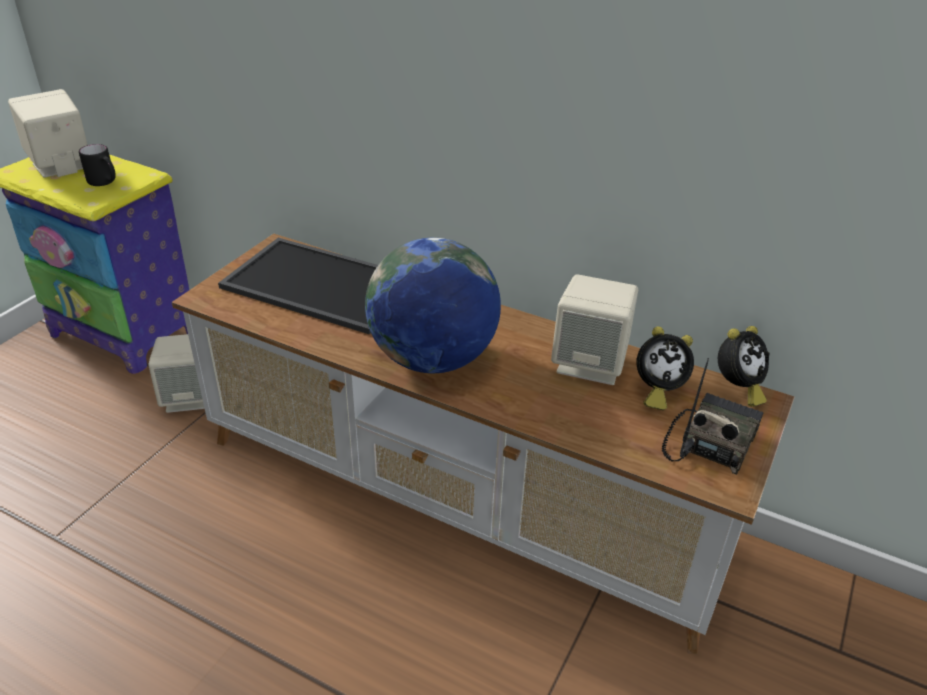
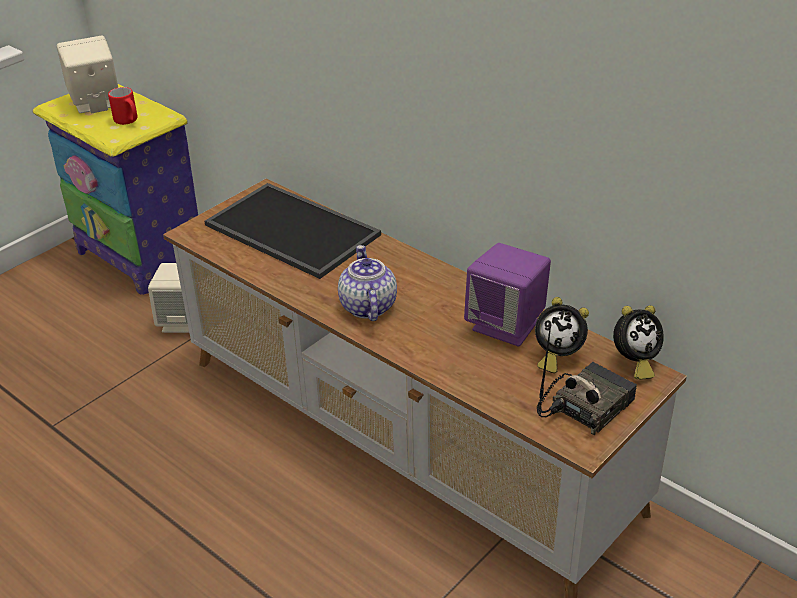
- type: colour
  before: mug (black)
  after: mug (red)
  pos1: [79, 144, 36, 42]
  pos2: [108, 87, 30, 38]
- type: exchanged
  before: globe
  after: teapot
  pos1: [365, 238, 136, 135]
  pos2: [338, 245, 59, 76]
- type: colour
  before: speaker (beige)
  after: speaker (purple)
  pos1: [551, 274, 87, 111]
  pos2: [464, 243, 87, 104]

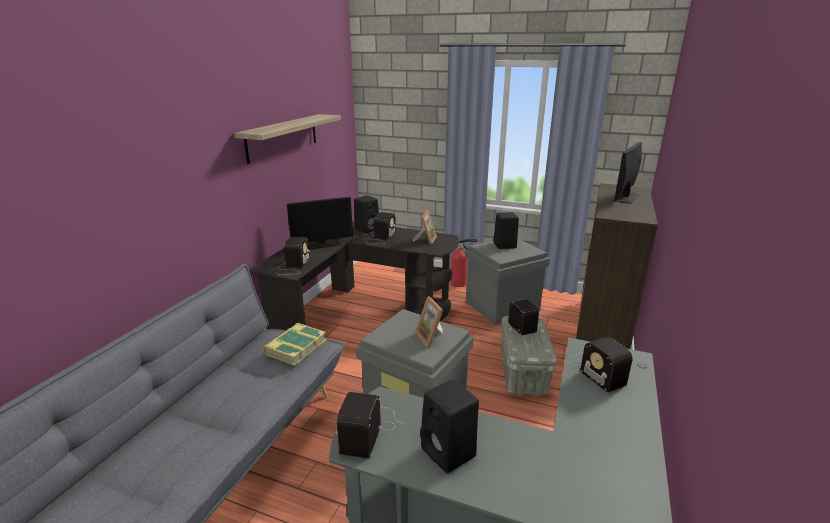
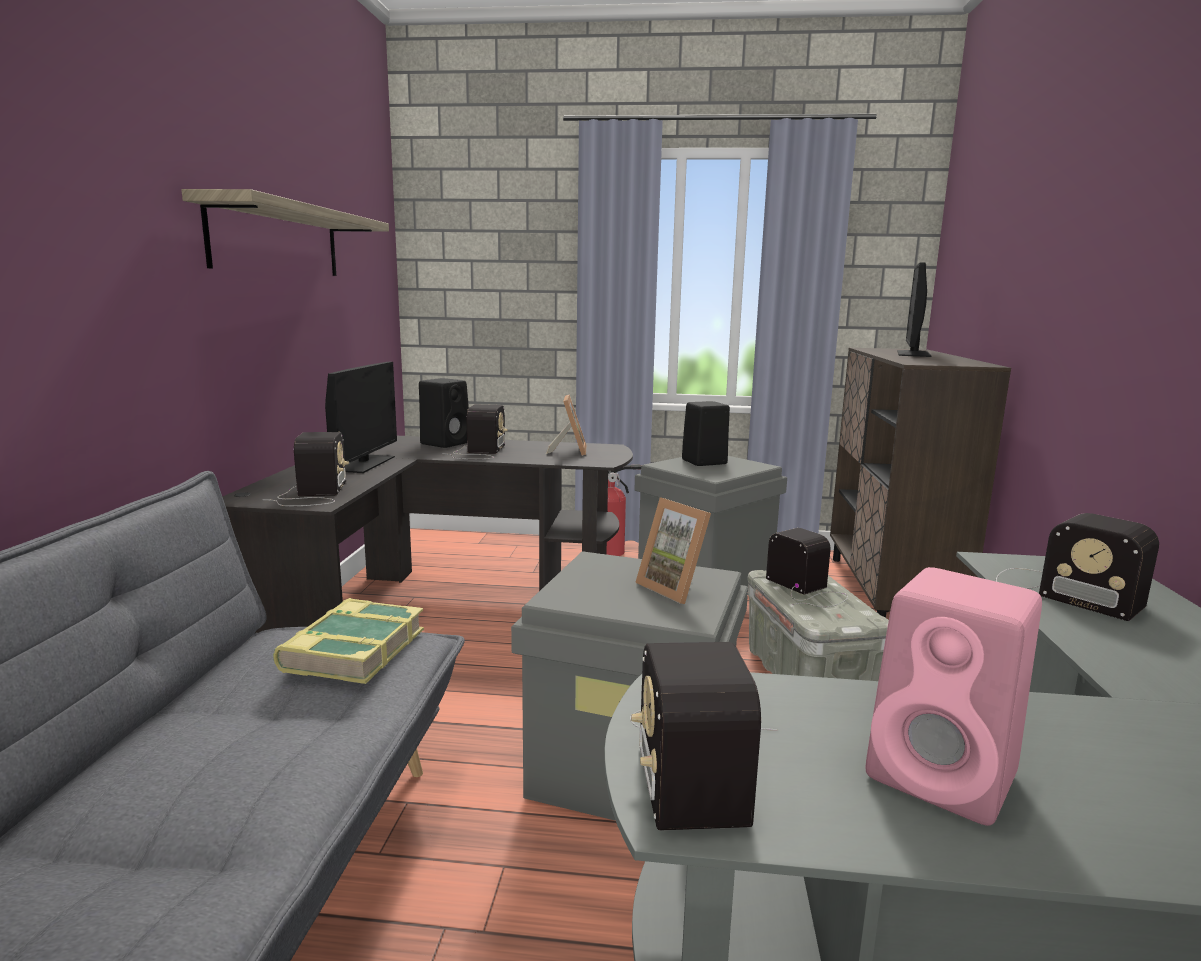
- type: spun
  before: monitor
  pos1: [287, 197, 66, 52]
  pos2: [325, 362, 72, 111]
  turn: -45
- type: colour
  before: speaker (black)
  after: speaker (pink)
  pos1: [420, 379, 59, 94]
  pos2: [865, 567, 177, 259]

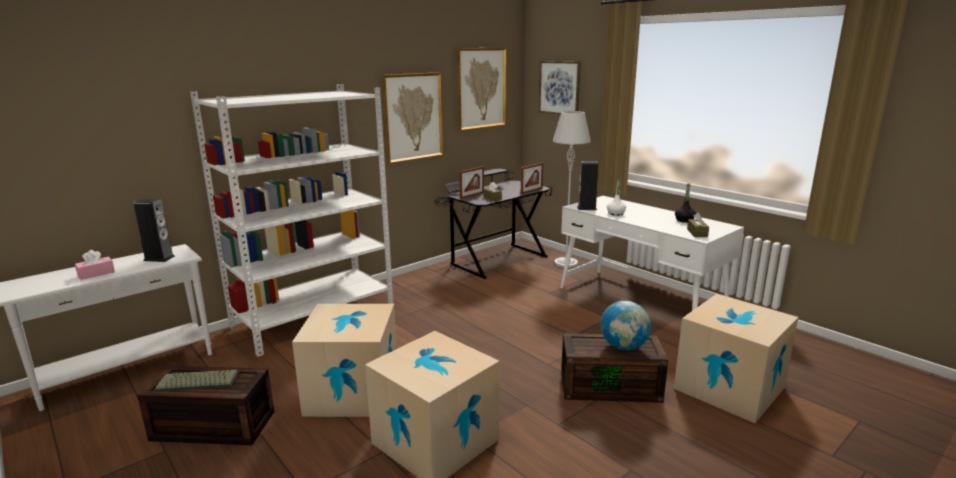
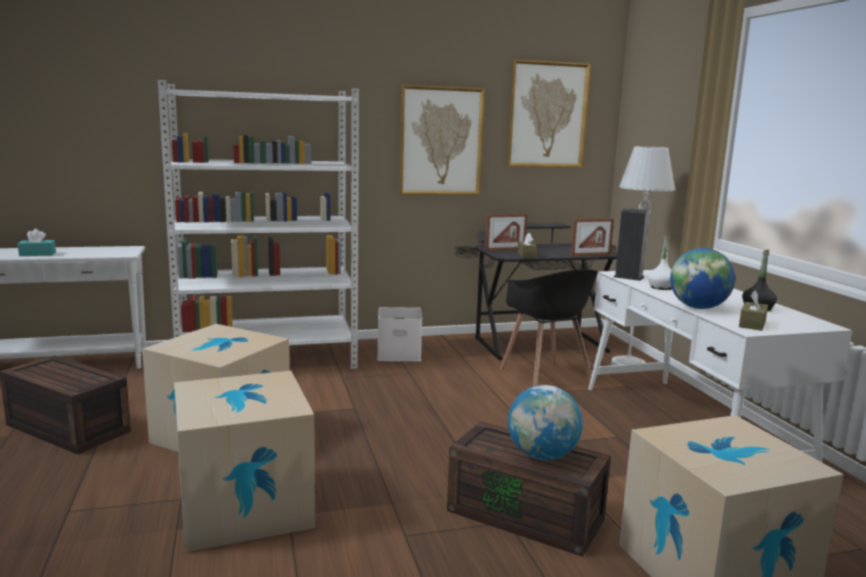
- type: missing
  before: picture
  pos1: [538, 61, 43, 54]
- type: missing
  before: speaker
  pos1: [133, 199, 42, 63]
- type: colour
  before: tissue box (pink)
  after: tissue box (turquoise)
  pos1: [75, 250, 40, 30]
  pos2: [18, 229, 38, 27]
- type: missing
  before: keyboard
  pos1: [154, 370, 86, 22]
- type: appeared
  after: globe
  pos2: [670, 248, 65, 61]
- type: appeared
  after: chair (black)
  pos2: [500, 269, 99, 117]
- type: appeared
  after: storage box (white)
  pos2: [377, 307, 45, 54]

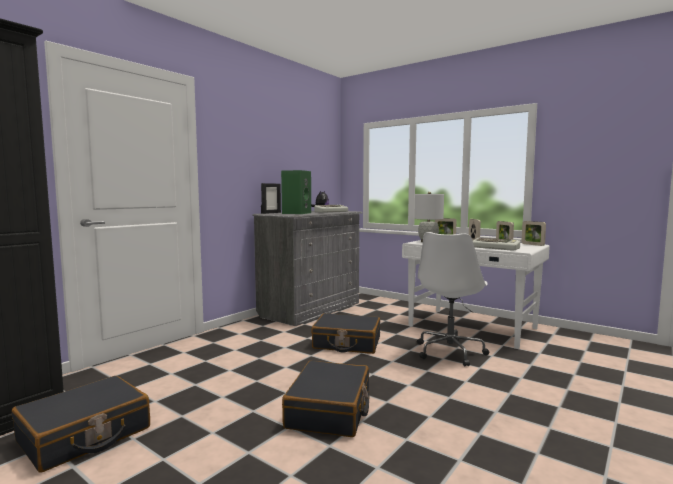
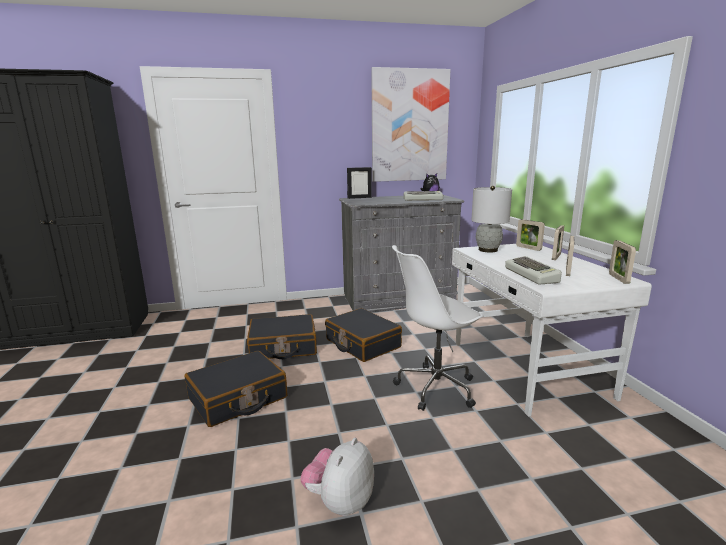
- type: missing
  before: speaker (green)
  pos1: [281, 170, 30, 44]
- type: relocated
  before: suitcase (black)
  pos1: [12, 376, 138, 97]
  pos2: [247, 314, 70, 45]
- type: appeared
  after: picture
  pos2: [371, 67, 80, 115]
- type: appeared
  after: plush toy
  pos2: [300, 438, 74, 78]

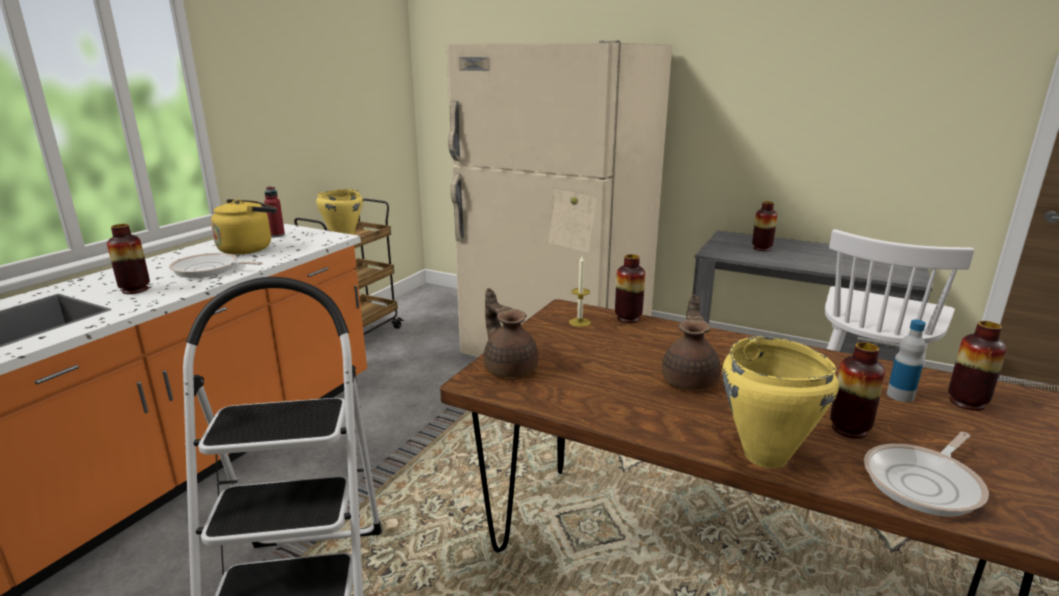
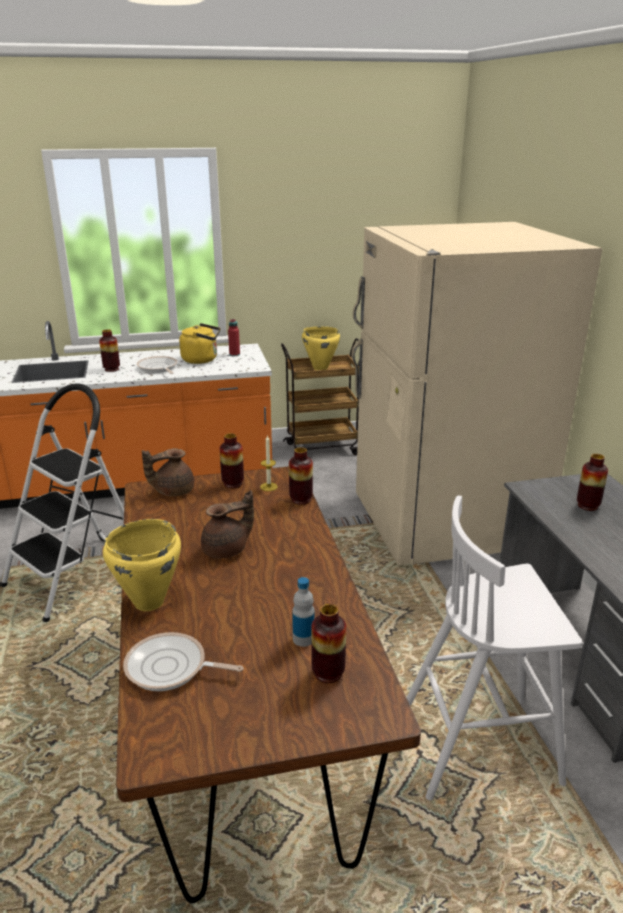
- type: spun
  before: teapot (brown)
  pos1: [483, 288, 55, 89]
  pos2: [142, 448, 52, 48]
  turn: -135
- type: relocated
  before: vase
  pos1: [830, 342, 56, 97]
  pos2: [220, 433, 24, 55]

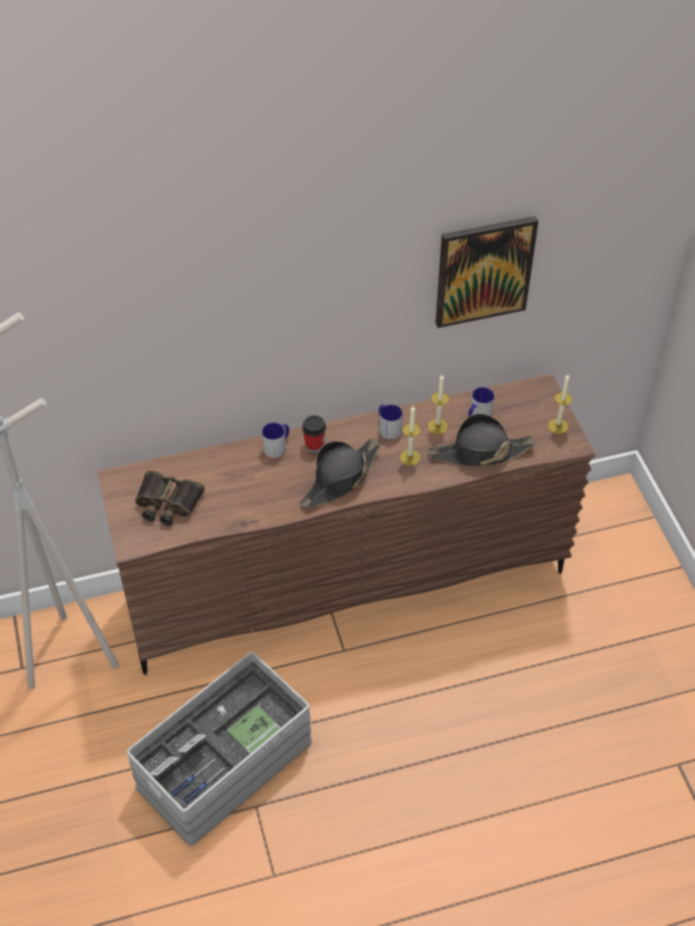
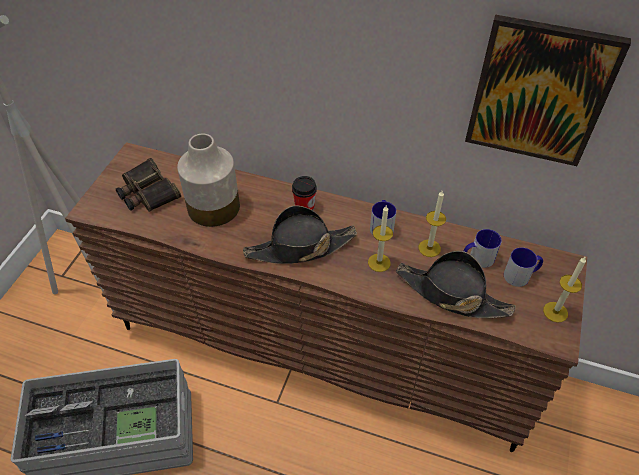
- type: relocated
  before: mug
  pos1: [262, 423, 27, 35]
  pos2: [504, 247, 39, 40]
- type: appeared
  after: vase (beige)
  pos2: [177, 133, 63, 94]

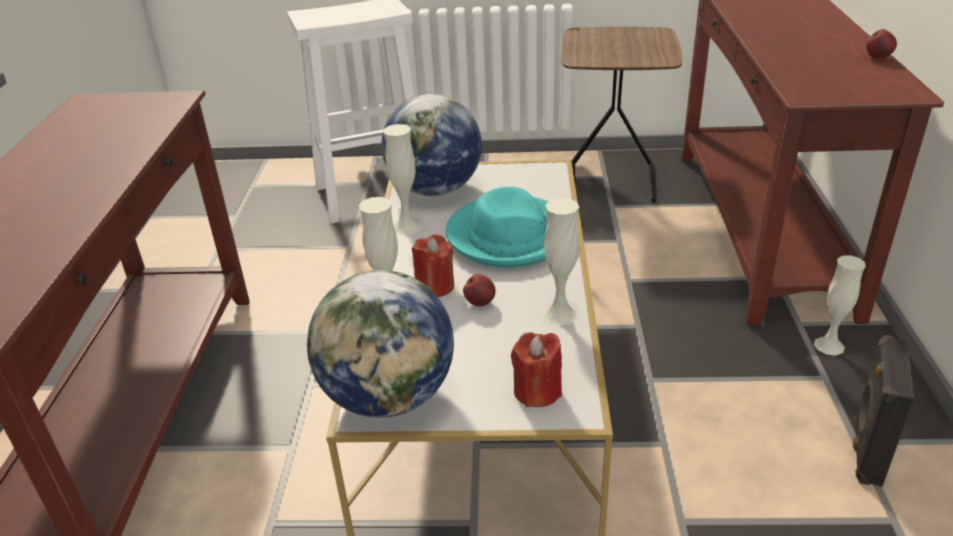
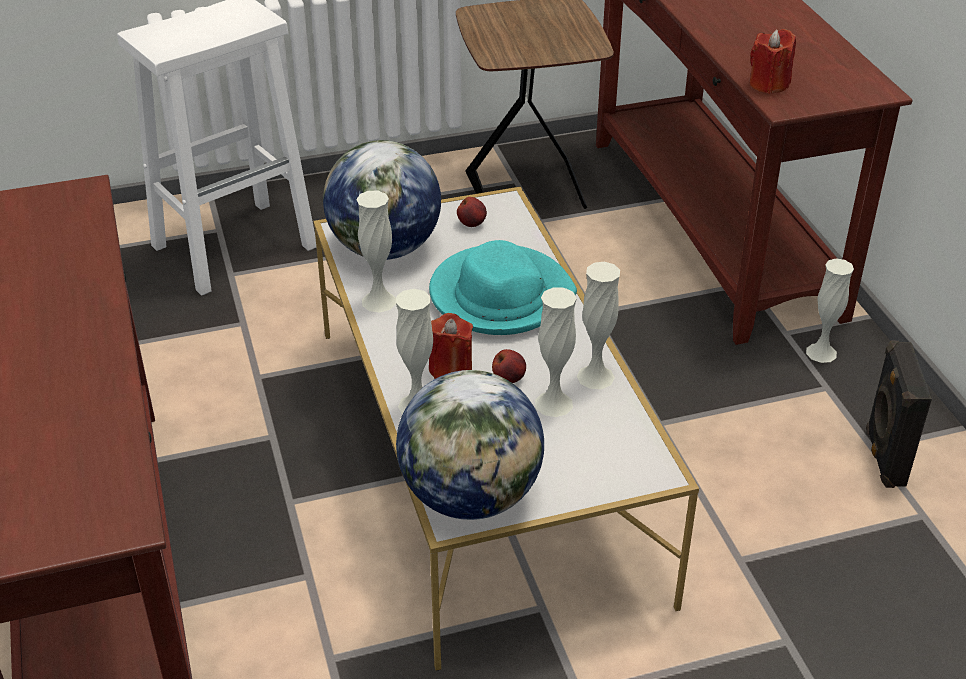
- type: relocated
  before: apple
  pos1: [866, 29, 31, 30]
  pos2: [457, 197, 30, 30]
- type: relocated
  before: candle (red)
  pos1: [511, 332, 51, 75]
  pos2: [750, 29, 46, 65]
- type: appeared
  after: vase (white)
  pos2: [535, 287, 42, 130]

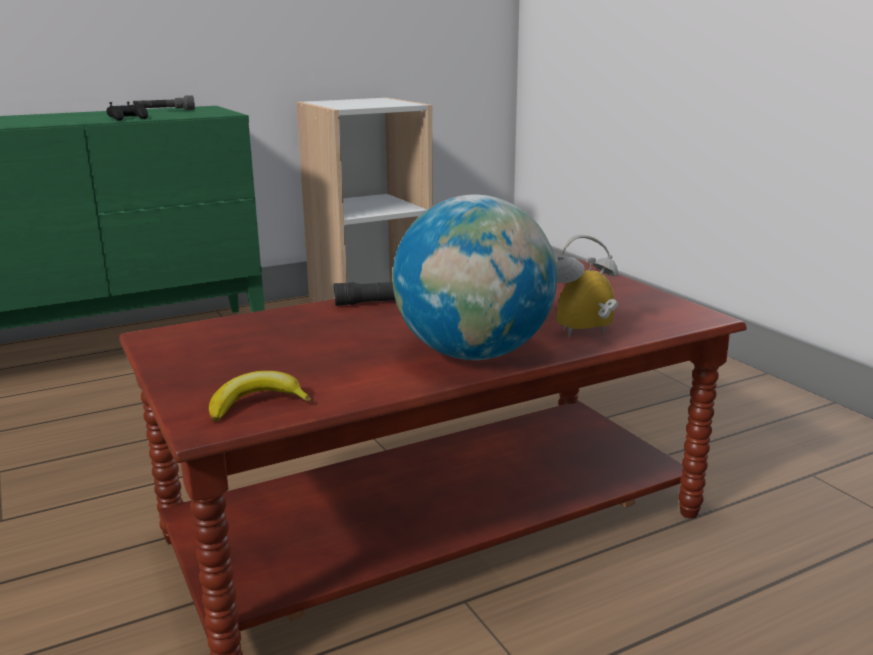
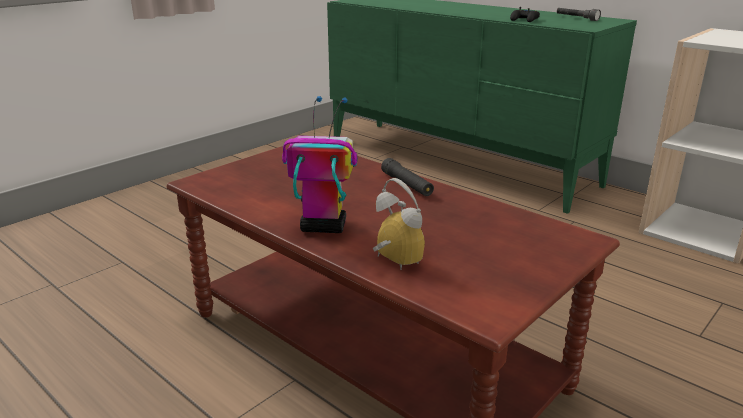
- type: exchanged
  before: globe
  after: toy robot
  pos1: [392, 195, 165, 165]
  pos2: [282, 96, 76, 137]
- type: missing
  before: banana
  pos1: [209, 371, 102, 51]

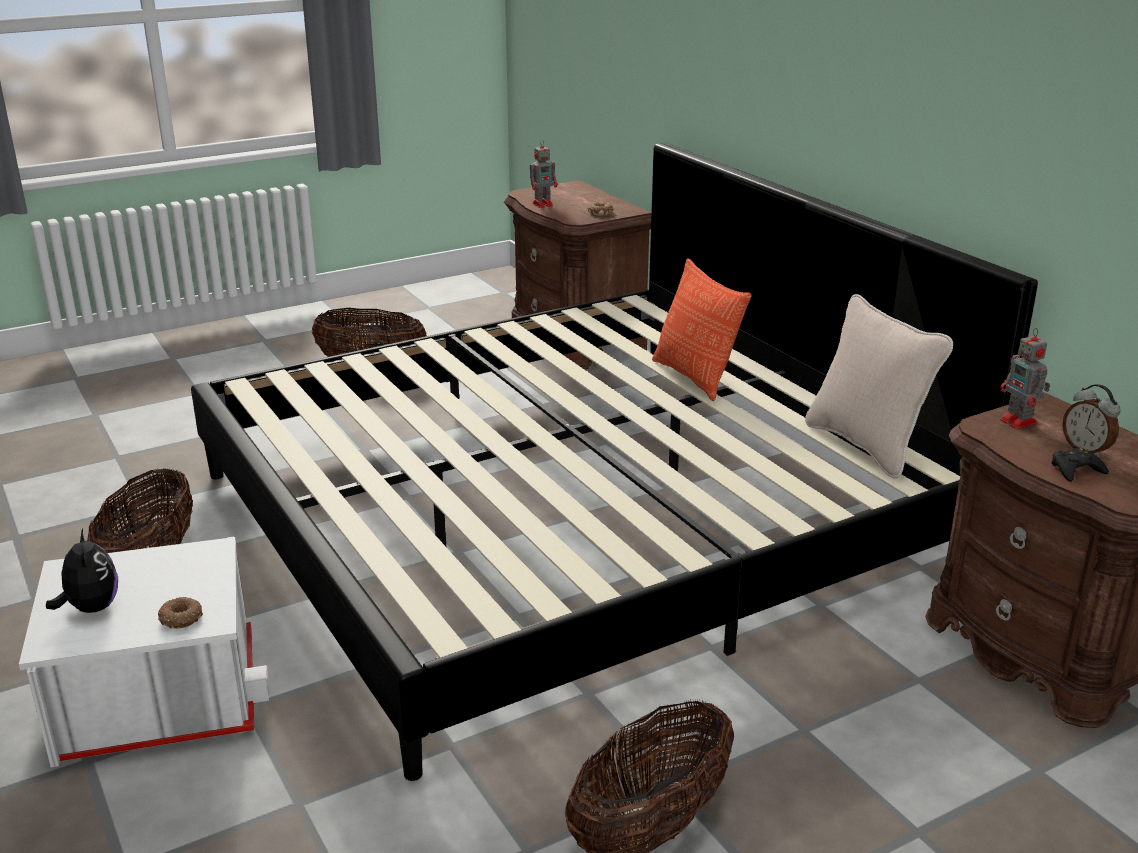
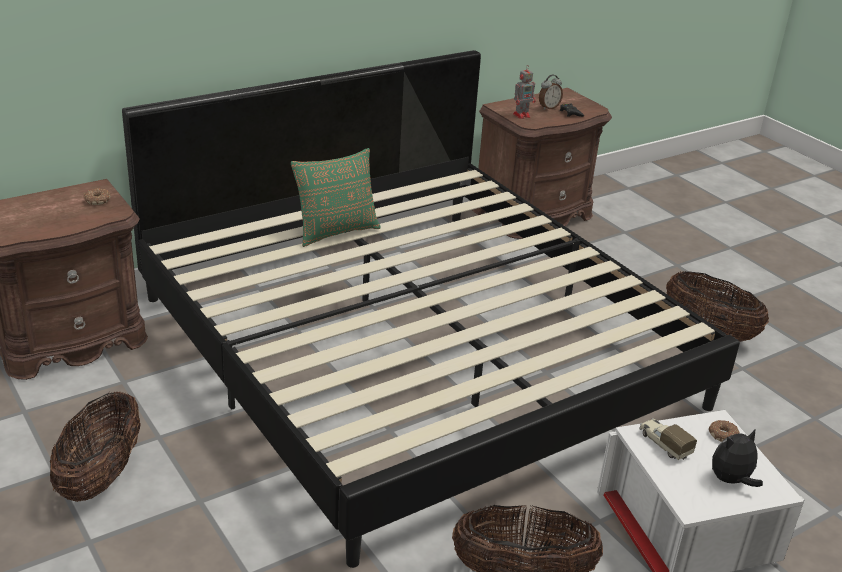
- type: missing
  before: toy robot
  pos1: [530, 140, 27, 68]
- type: colour
  before: pillow (orange)
  after: pillow (green)
  pos1: [652, 258, 100, 143]
  pos2: [291, 148, 90, 99]
- type: missing
  before: pillow (beige)
  pos1: [805, 294, 148, 185]
- type: appeared
  after: toy truck
  pos2: [639, 418, 58, 42]

